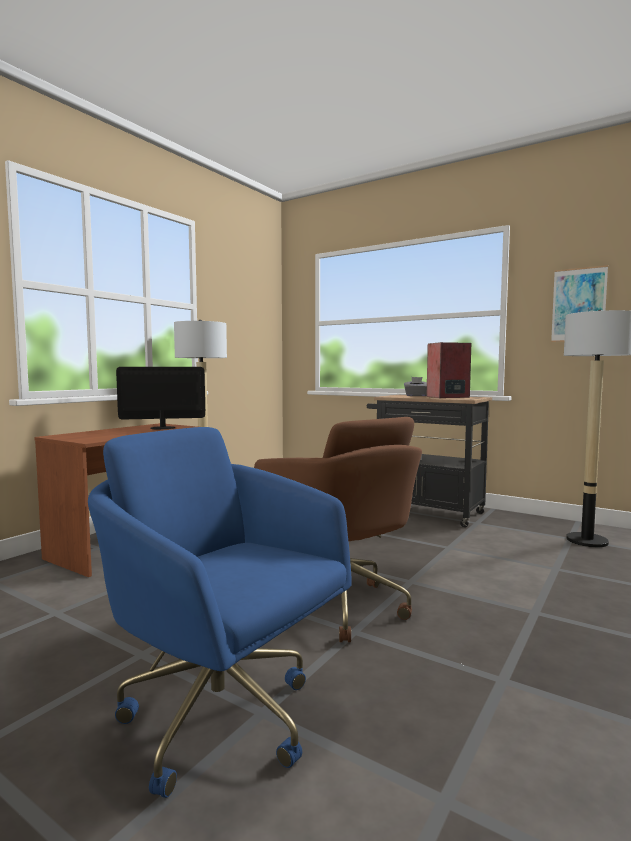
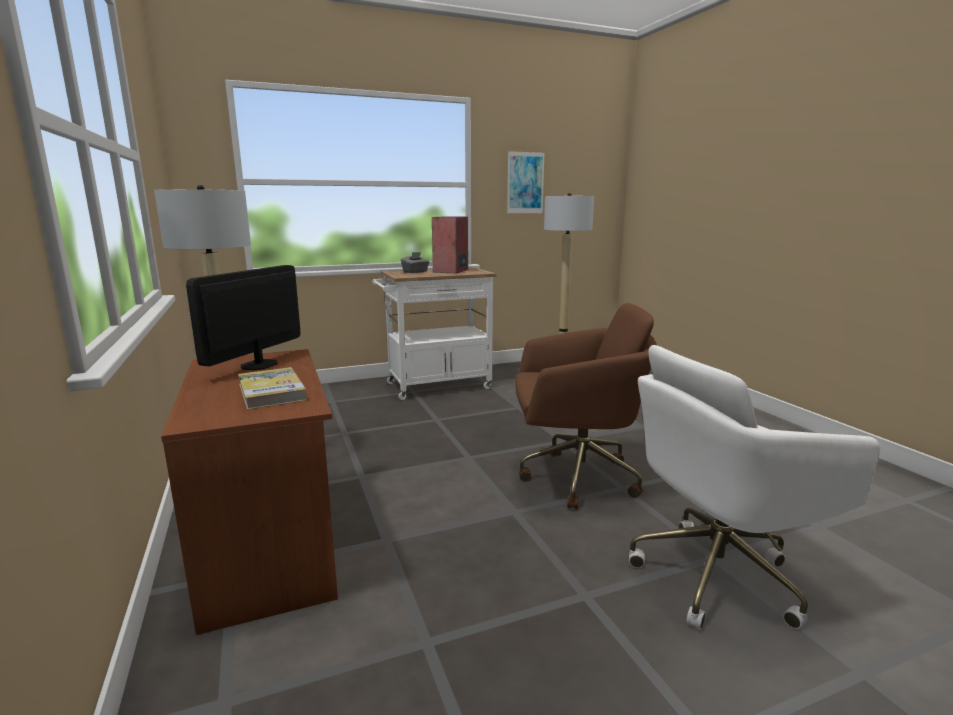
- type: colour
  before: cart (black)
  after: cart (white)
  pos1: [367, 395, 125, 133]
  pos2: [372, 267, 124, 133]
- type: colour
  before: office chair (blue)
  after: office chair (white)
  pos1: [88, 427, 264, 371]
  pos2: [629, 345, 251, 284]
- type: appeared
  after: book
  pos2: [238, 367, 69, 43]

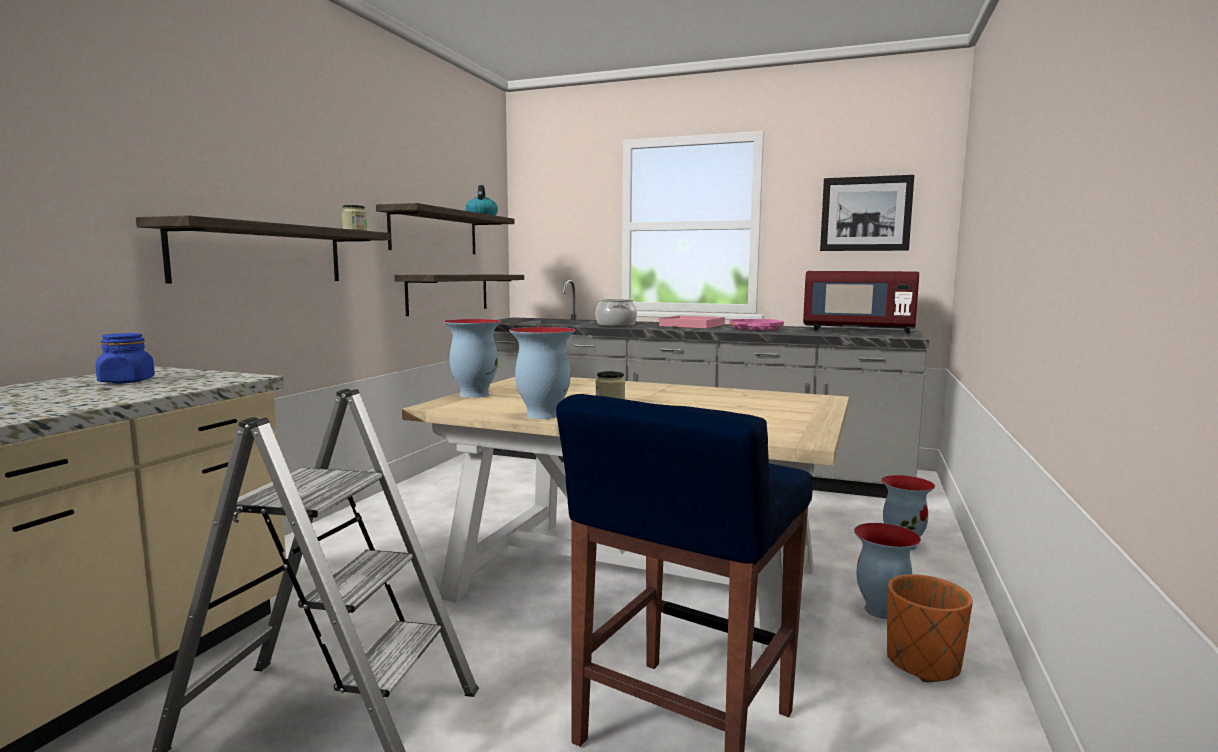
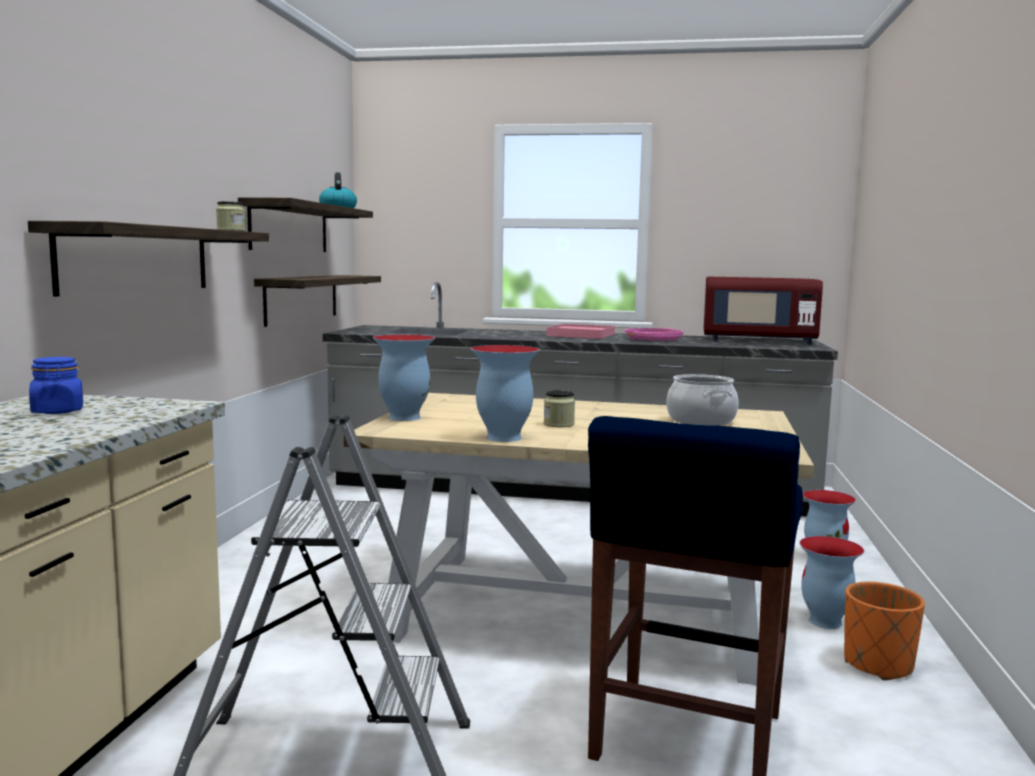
- type: missing
  before: picture
  pos1: [820, 175, 94, 76]
- type: relocated
  before: cooking pot
  pos1: [596, 299, 41, 27]
  pos2: [666, 374, 73, 52]

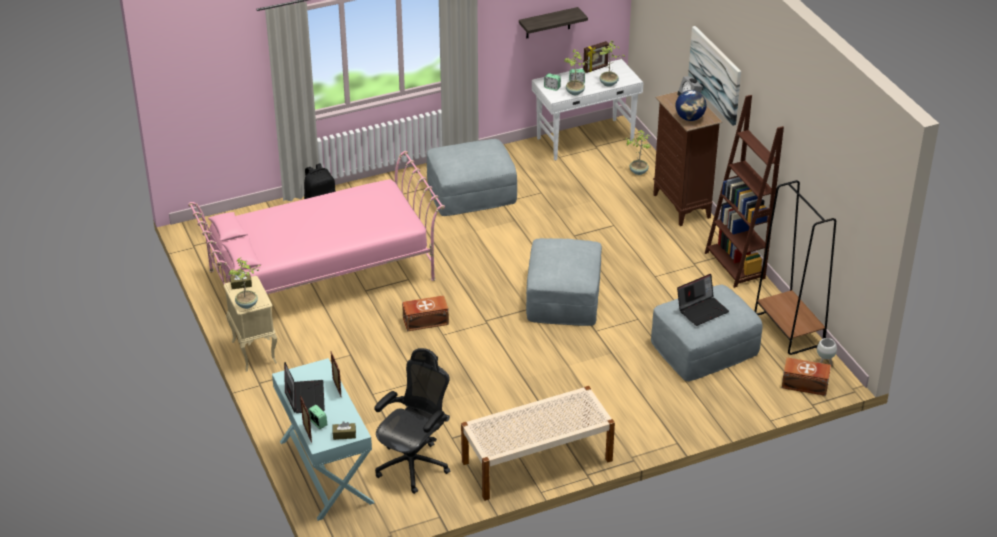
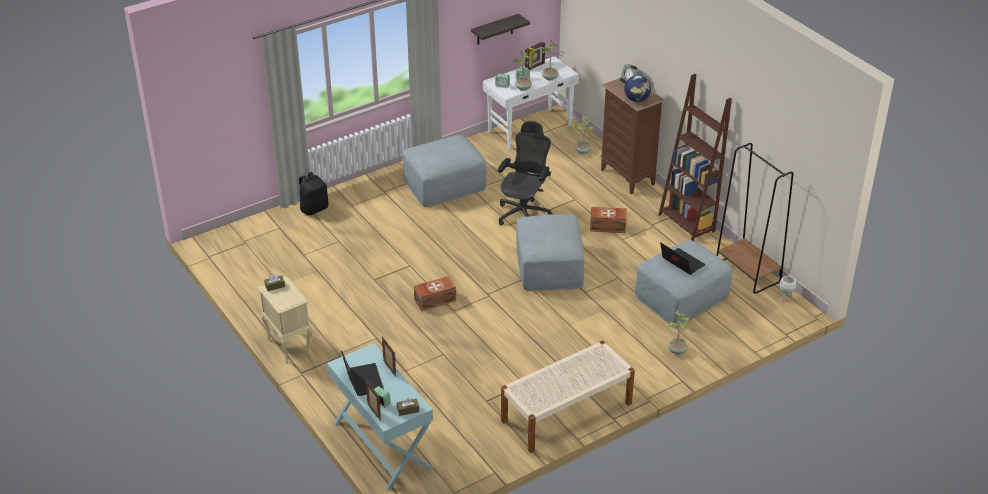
- type: missing
  before: picture
  pos1: [688, 26, 53, 100]
- type: missing
  before: bed (pink)
  pos1: [188, 151, 257, 143]
- type: relocated
  before: potted plant
  pos1: [229, 257, 31, 52]
  pos2: [668, 311, 24, 44]
- type: spun
  before: laptop
  pos1: [677, 274, 52, 52]
  pos2: [660, 243, 45, 32]
  turn: -90
- type: relocated
  before: office chair
  pos1: [375, 348, 75, 146]
  pos2: [498, 121, 55, 104]
- type: relocated
  before: storage box (brown)
  pos1: [782, 357, 49, 39]
  pos2: [590, 207, 37, 26]

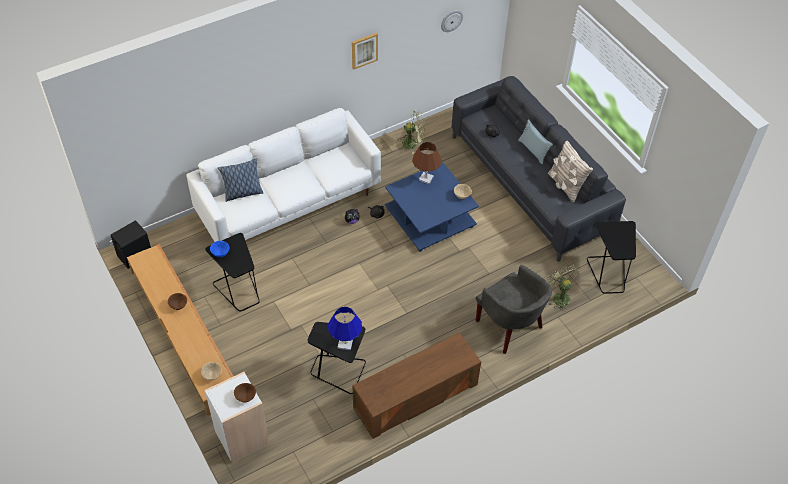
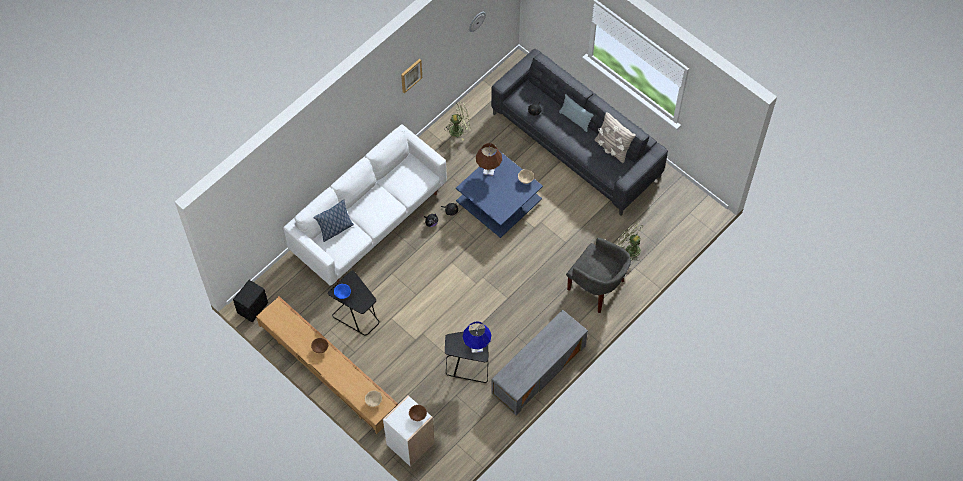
- type: missing
  before: side table (black)
  pos1: [587, 221, 49, 73]
- type: colour
  before: bench (brown)
  after: bench (grey)
  pos1: [352, 332, 129, 107]
  pos2: [491, 310, 97, 105]

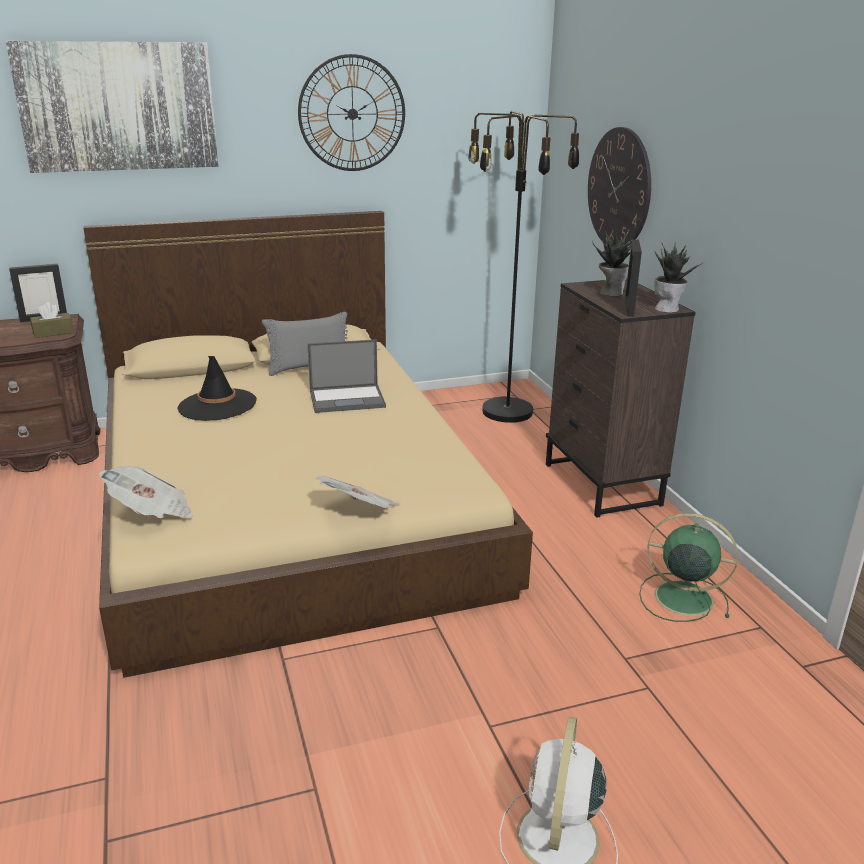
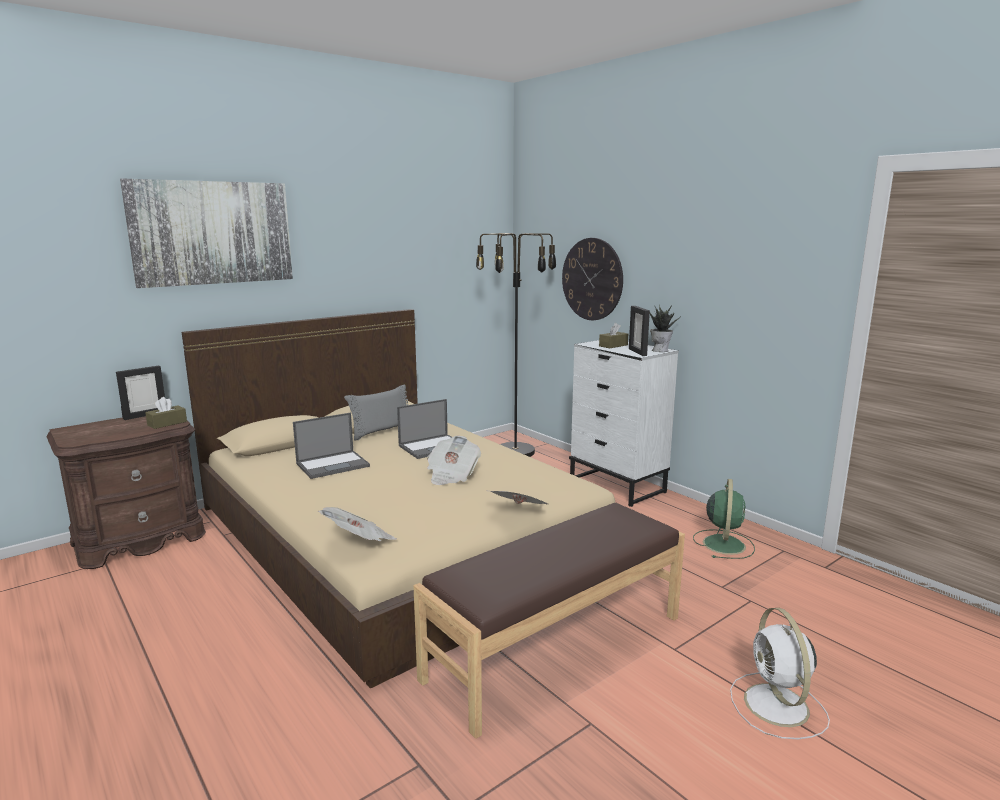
- type: missing
  before: wall clock
  pos1: [298, 54, 107, 117]
- type: exchanged
  before: potted plant
  after: tissue box (brown)
  pos1: [592, 229, 40, 67]
  pos2: [599, 323, 29, 25]
- type: colour
  before: dresser (brown)
  after: dresser (white)
  pos1: [546, 278, 150, 240]
  pos2: [569, 340, 110, 167]
- type: exchanged
  before: hat (black)
  after: laptop
  pos1: [177, 356, 80, 65]
  pos2: [293, 413, 77, 66]
- type: spun
  before: fan (green)
  pos1: [639, 513, 99, 109]
  pos2: [693, 479, 62, 80]
  turn: 105
- type: appeared
  after: newspaper
  pos2: [427, 436, 54, 49]
- type: appeared
  after: bench (brown)
  pos2: [413, 503, 272, 236]

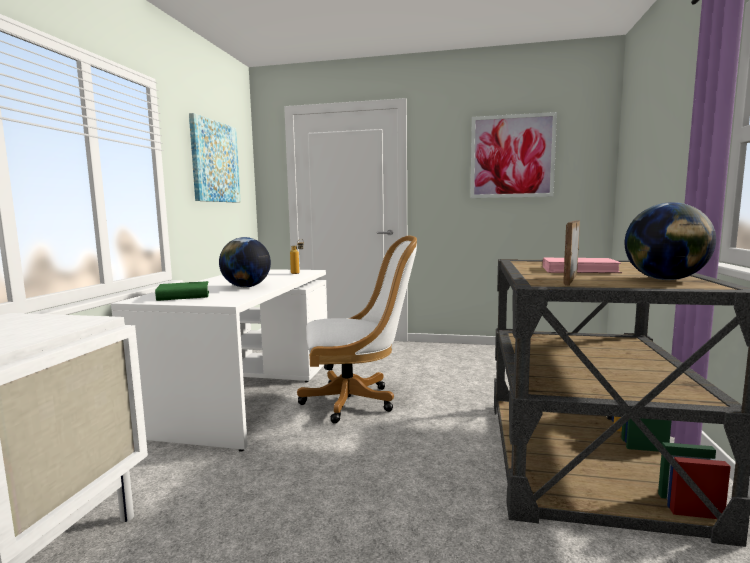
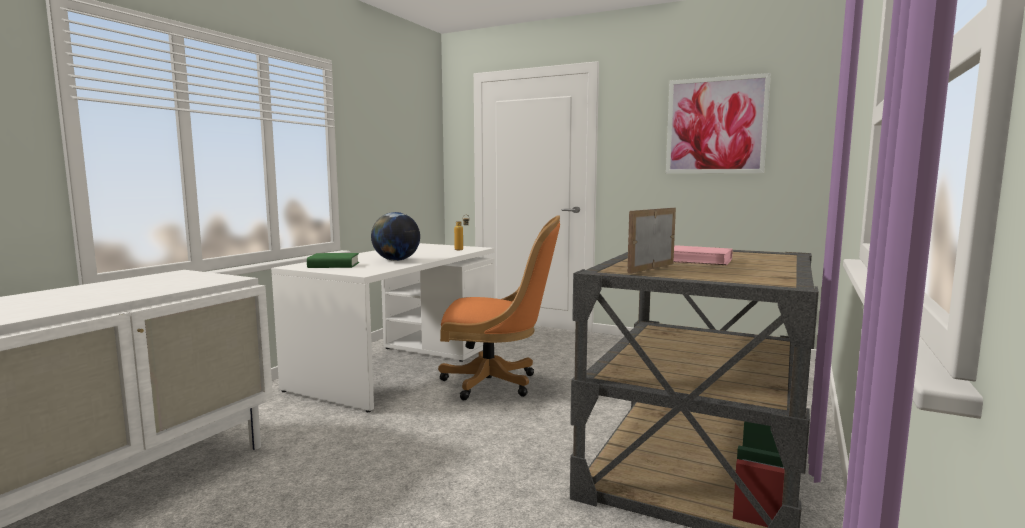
- type: missing
  before: picture
  pos1: [189, 113, 52, 90]
- type: missing
  before: globe
  pos1: [625, 202, 91, 78]
- type: colour
  before: office chair (white)
  after: office chair (orange)
  pos1: [297, 236, 120, 188]
  pos2: [438, 215, 122, 185]

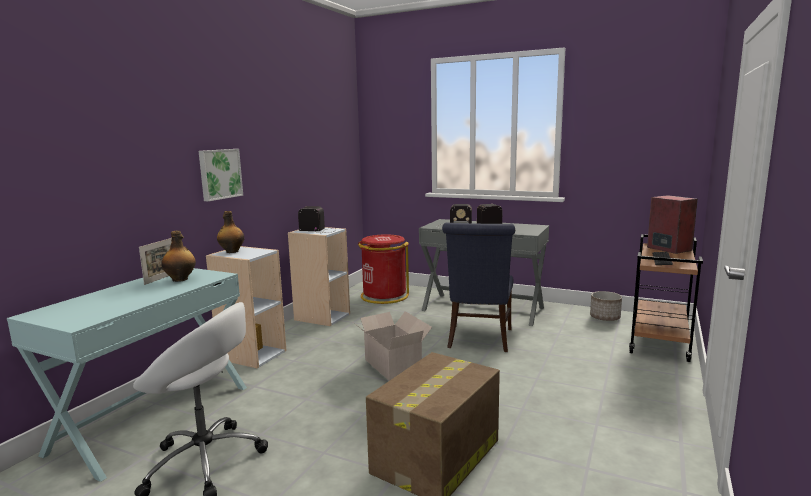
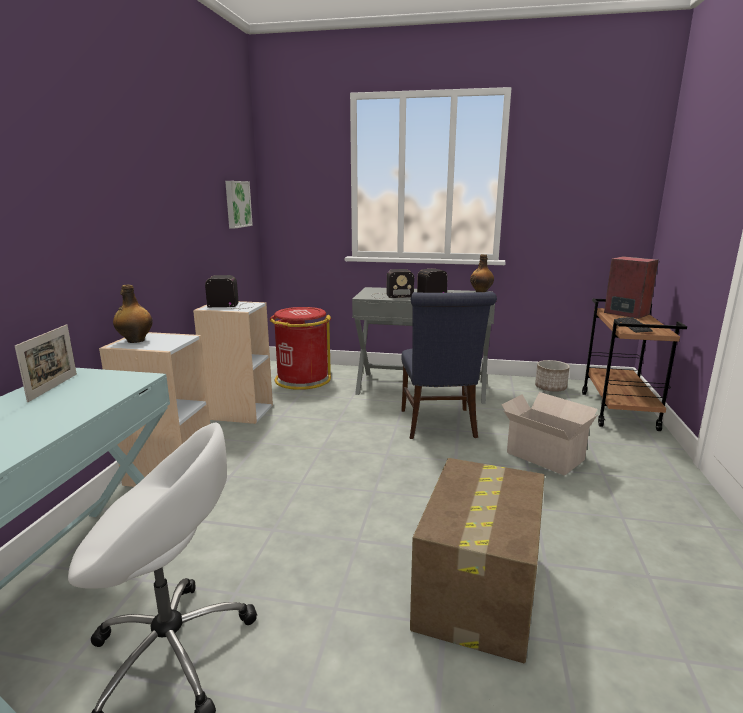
- type: relocated
  before: picture
  pos1: [199, 149, 44, 52]
  pos2: [225, 181, 28, 48]
- type: relocated
  before: bottle
  pos1: [161, 231, 35, 51]
  pos2: [470, 254, 24, 38]
- type: relocated
  before: cardboard box
  pos1: [354, 311, 78, 70]
  pos2: [502, 392, 96, 84]

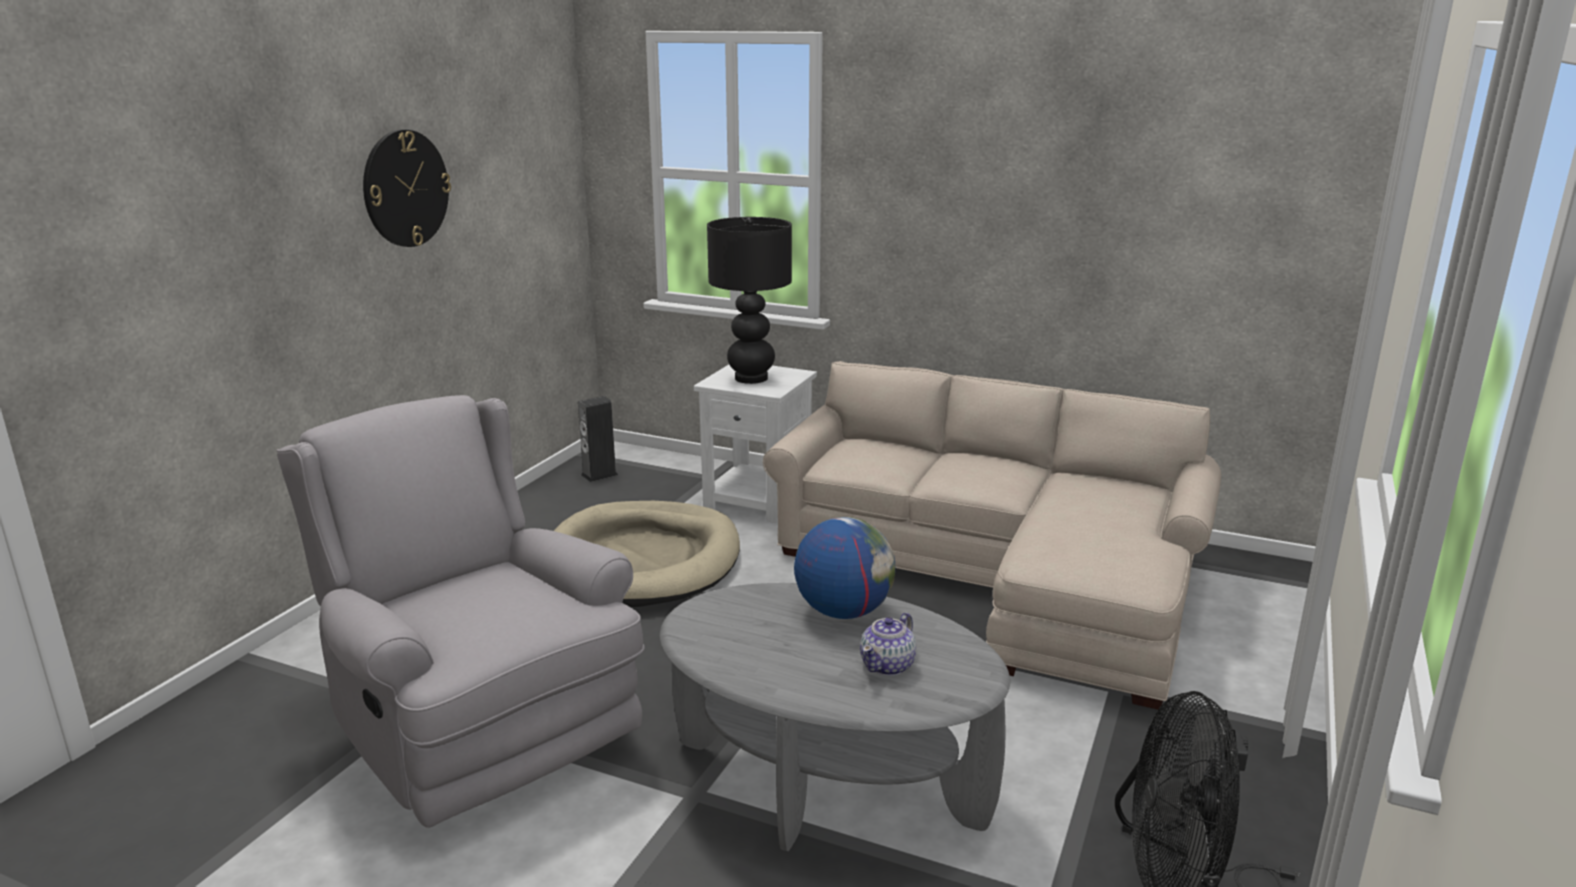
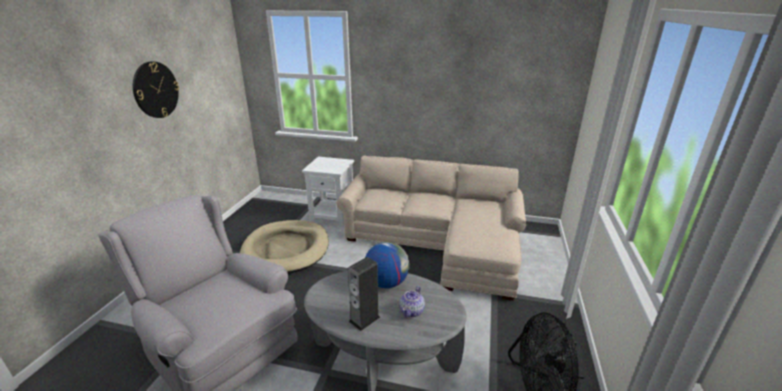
- type: missing
  before: table lamp (black)
  pos1: [707, 217, 85, 167]
- type: relocated
  before: speaker
  pos1: [578, 396, 40, 86]
  pos2: [348, 257, 32, 74]

